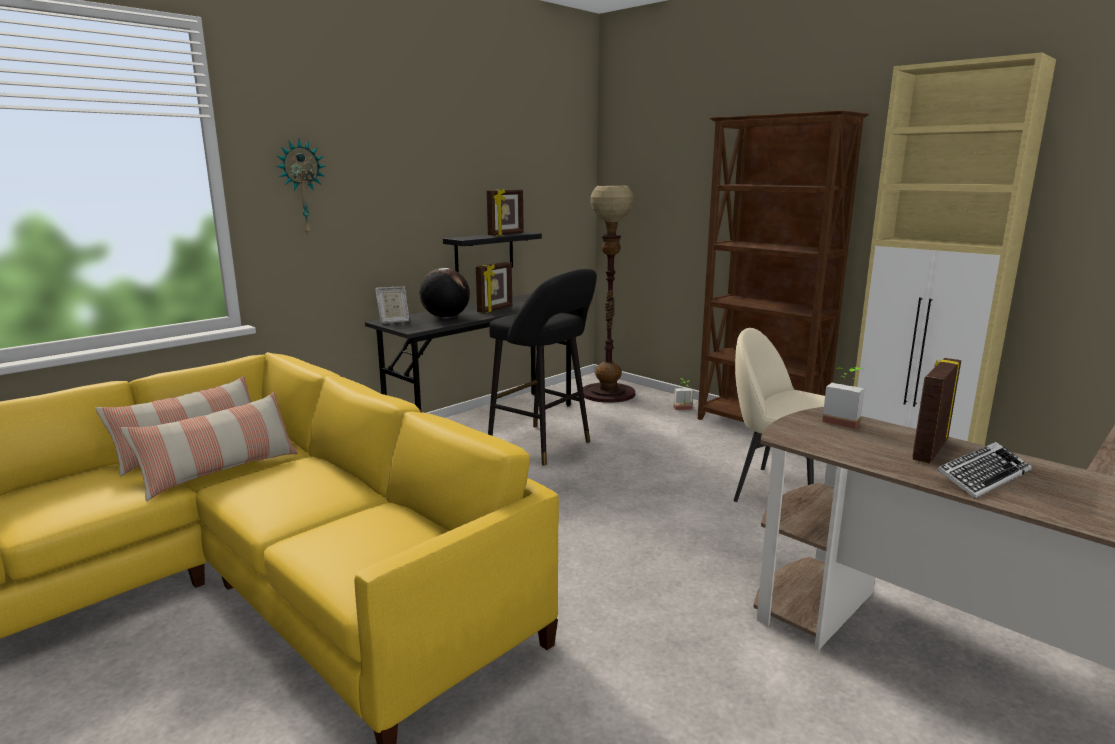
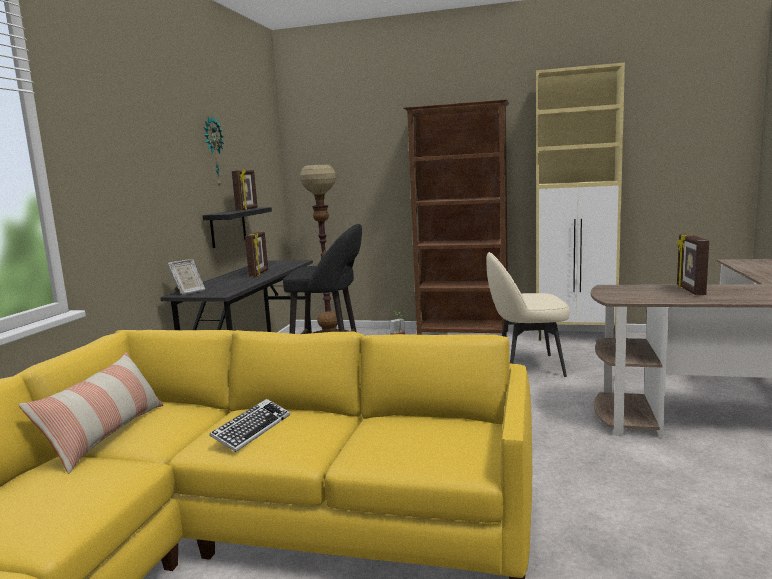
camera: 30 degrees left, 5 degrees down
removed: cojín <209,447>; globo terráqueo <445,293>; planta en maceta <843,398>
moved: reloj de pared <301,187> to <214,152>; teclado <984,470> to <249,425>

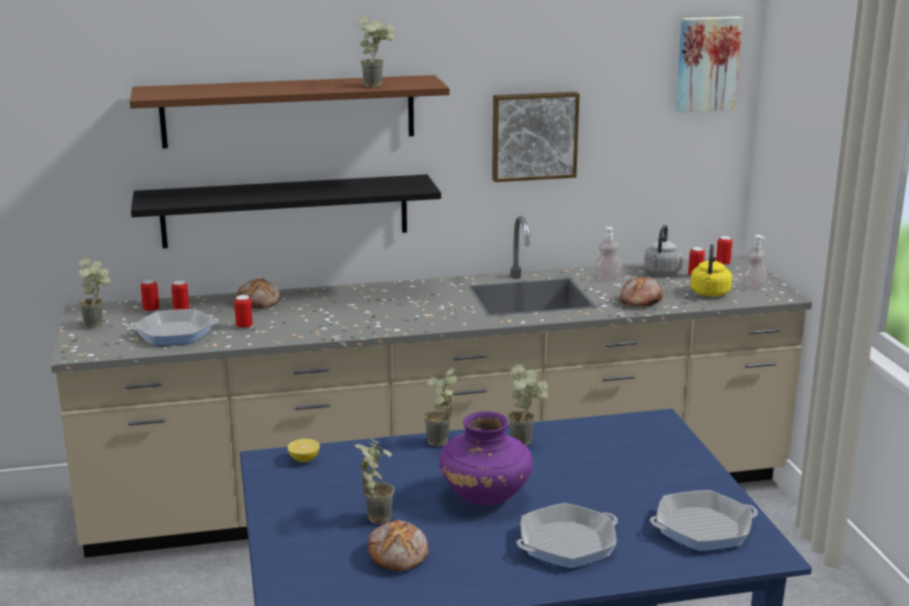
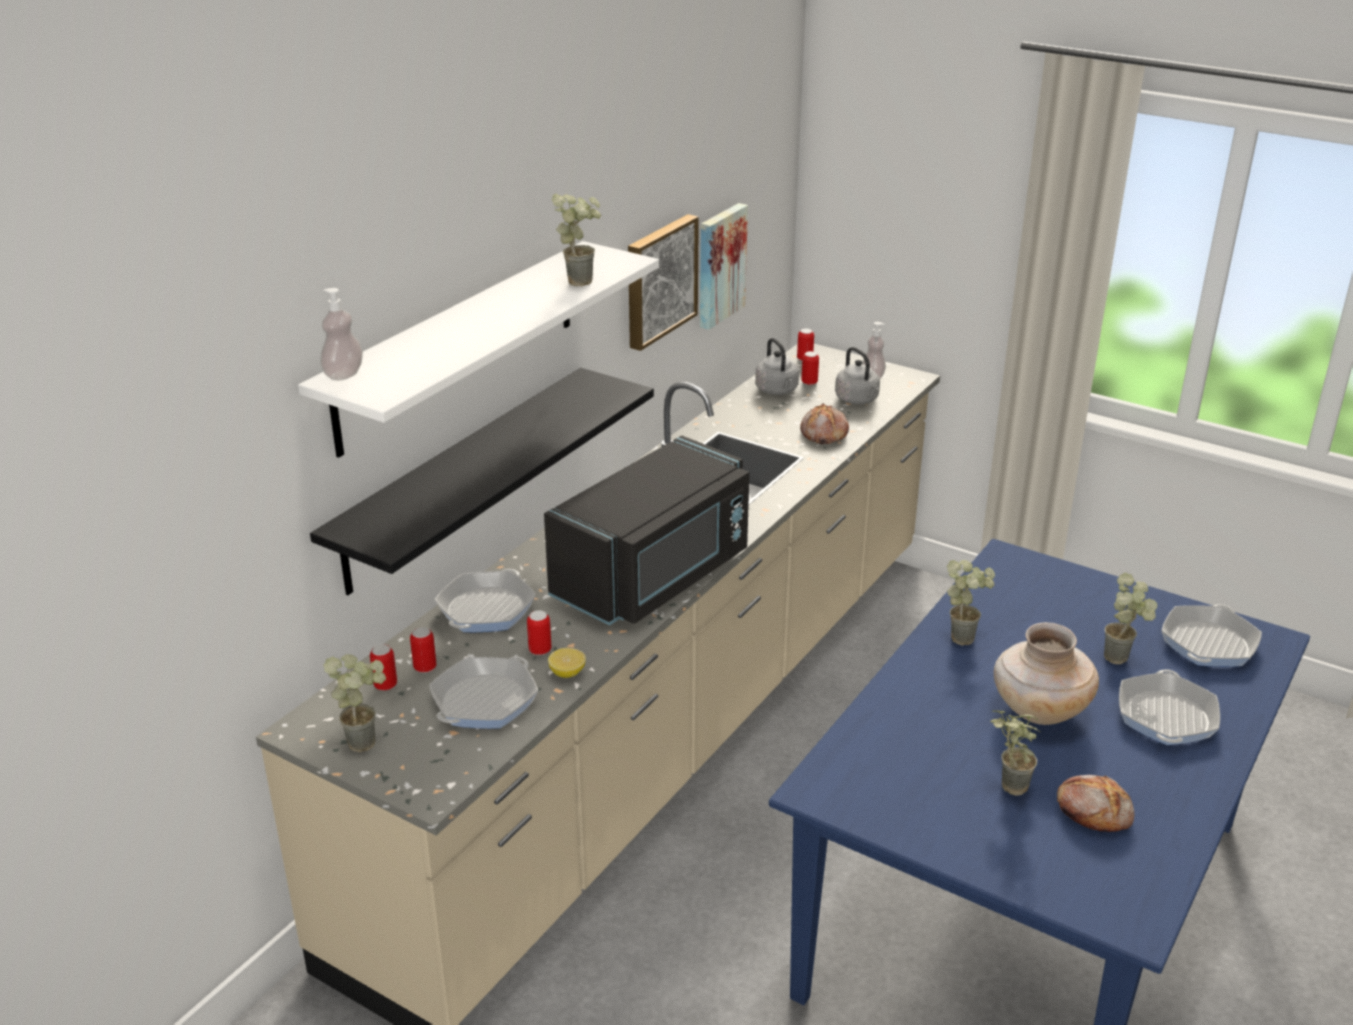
camera: 45 degrees left, 10 degrees up
added: microondas/negro <646,531>
moved: dispensador de jabón <607,253> to <341,334>; limón <304,450> to <567,663>; cuadro <709,64> to <724,266>; planta en maceta <441,406> to <1130,618>
replaced: pan <258,293> to sartén <485,600>
recoloured: estante/marrón <290,111> to estante/blanco <478,349>; hervidor/amarillo <711,270> to hervidor/gris <857,376>; florero/morado <486,458> to florero/beis <1046,673>

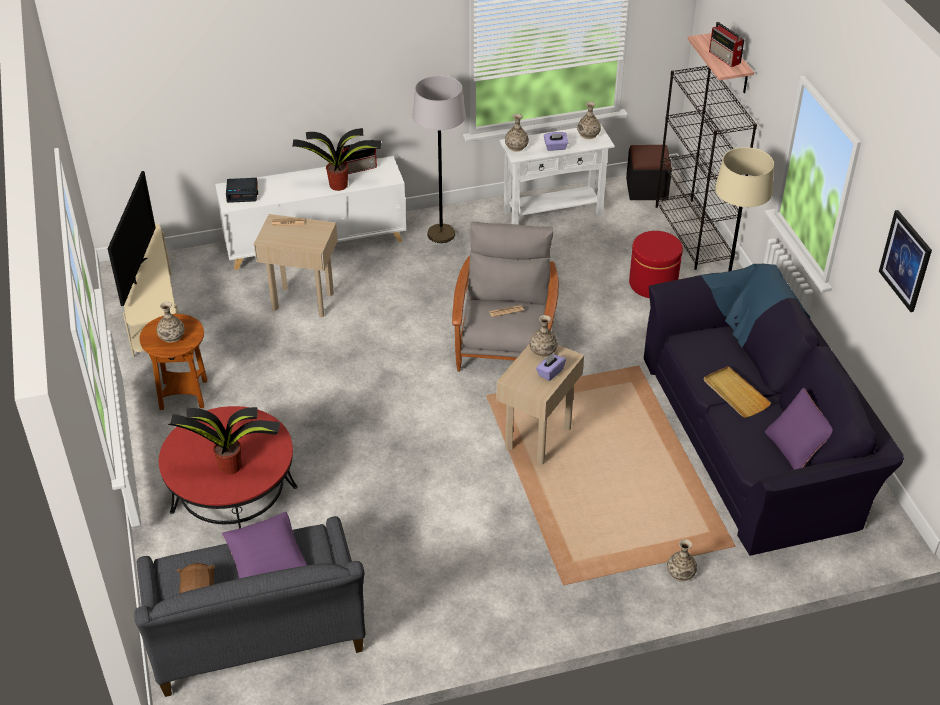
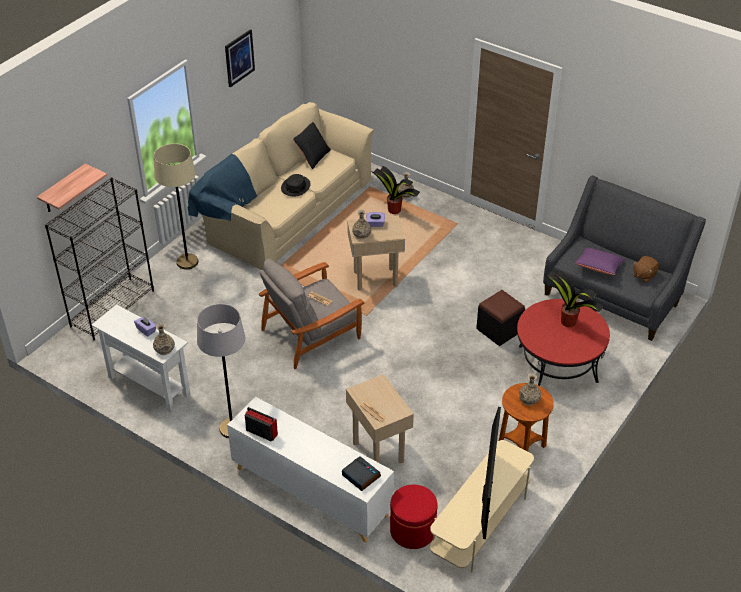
camera: 130 degrees left, 0 degrees up
removed: florero <589,120>; radio <726,44>
moved: planta en maceta <337,159> to <395,190>; puf/rojo <656,264> to <414,517>; puf/negro <649,172> to <500,318>
replaced: bandeja/beis <737,392> to sombrero/negro <296,185>
recoloured: sofá/negro <774,410> to sofá/beis <280,186>; cojín/morado <798,429> to cojín/negro <312,145>
turned: televisor <132,238> = <491,473> 135 degrees clockwise

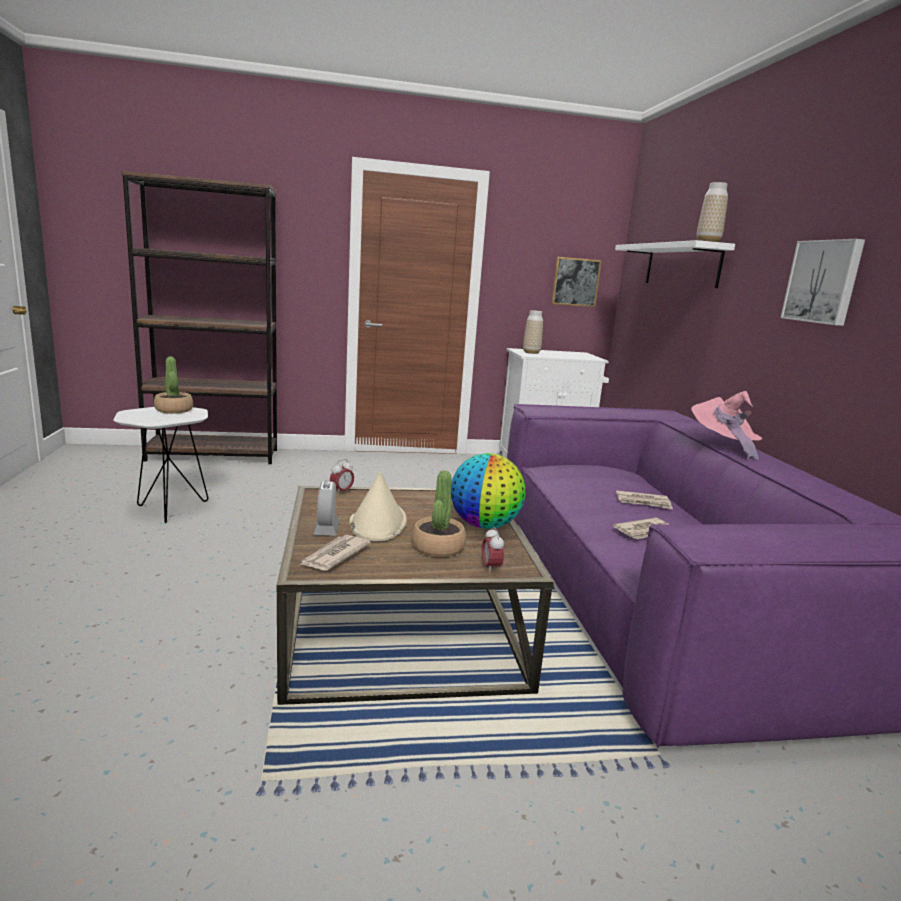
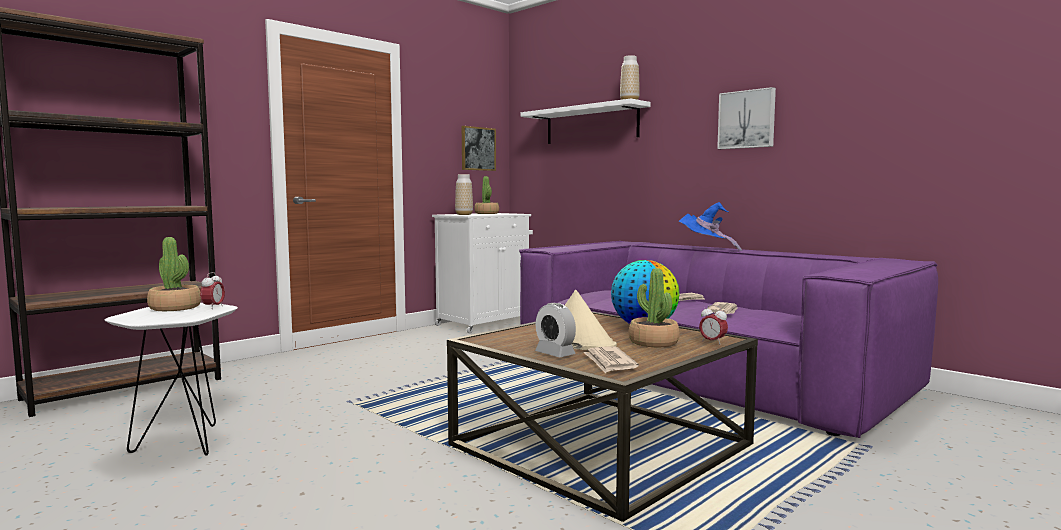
camera: 35 degrees left, 10 degrees down
added: planta en maceta <486,195>
moved: despertador <342,477> to <212,290>
recoloured: sombrero/rosa <726,425> to sombrero/azul <710,226>

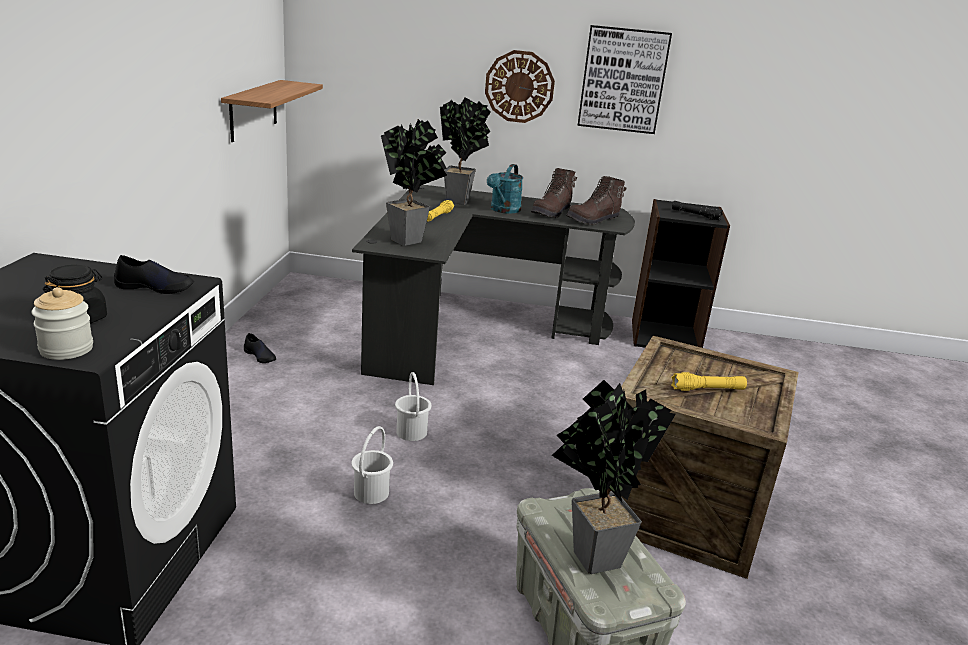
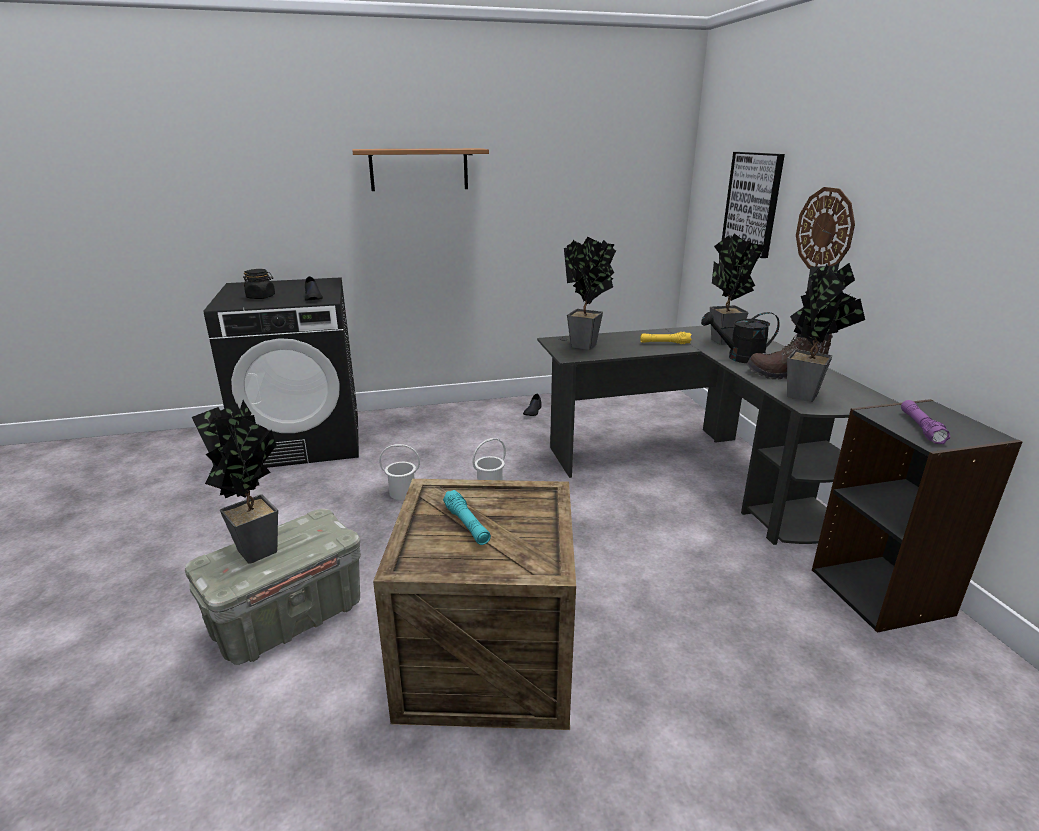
camera: 70 degrees right, 0 degrees up
removed: tarro <62,323>
moved: estante <272,111> to <420,169>; cuadro <624,79> to <753,205>
replaced: bota/marrón <596,200> to planta en maceta <826,332>
recoloured: linterna/amarillo <709,381> to linterna/turquesa <467,517>; regadera/turquesa <505,189> to regadera/negro <740,337>; linterna/negro <697,210> to linterna/morado <926,422>

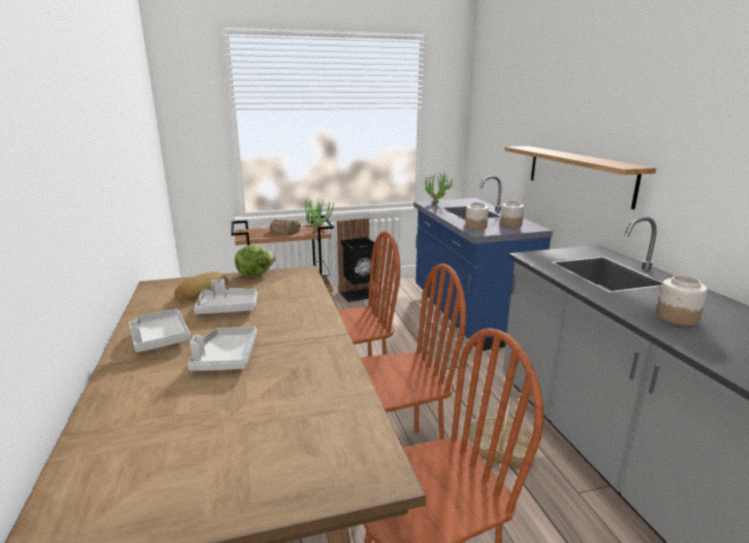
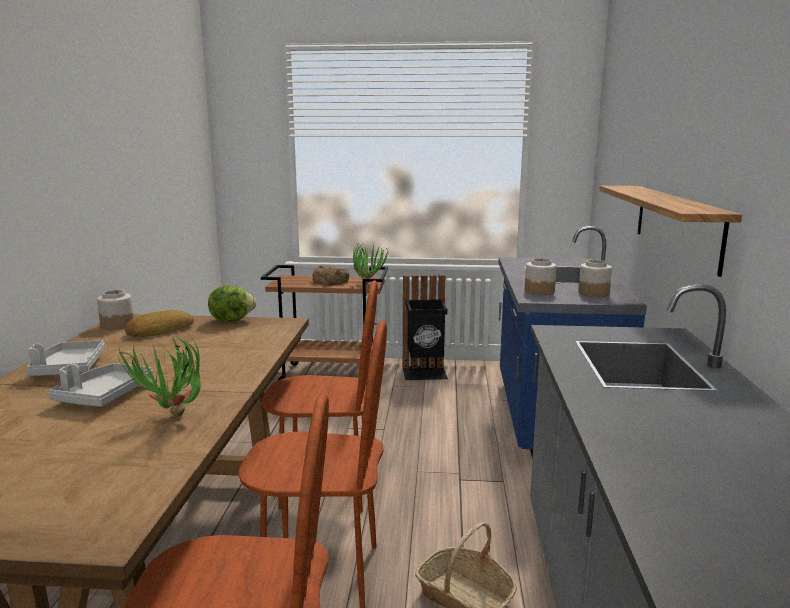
camera: 20 degrees right, 5 degrees down
removed: bandeja/gris <226,296>
moved: tarro <682,300> to <115,310>; planta en maceta <439,187> to <159,376>

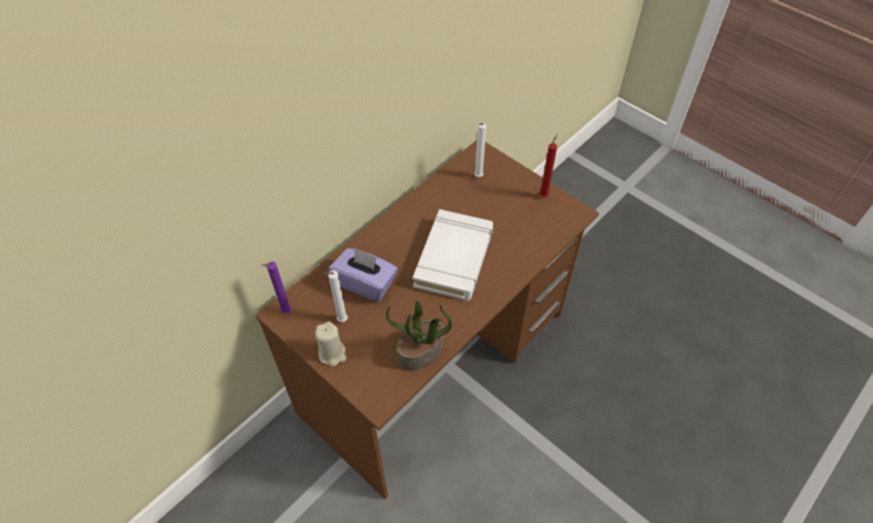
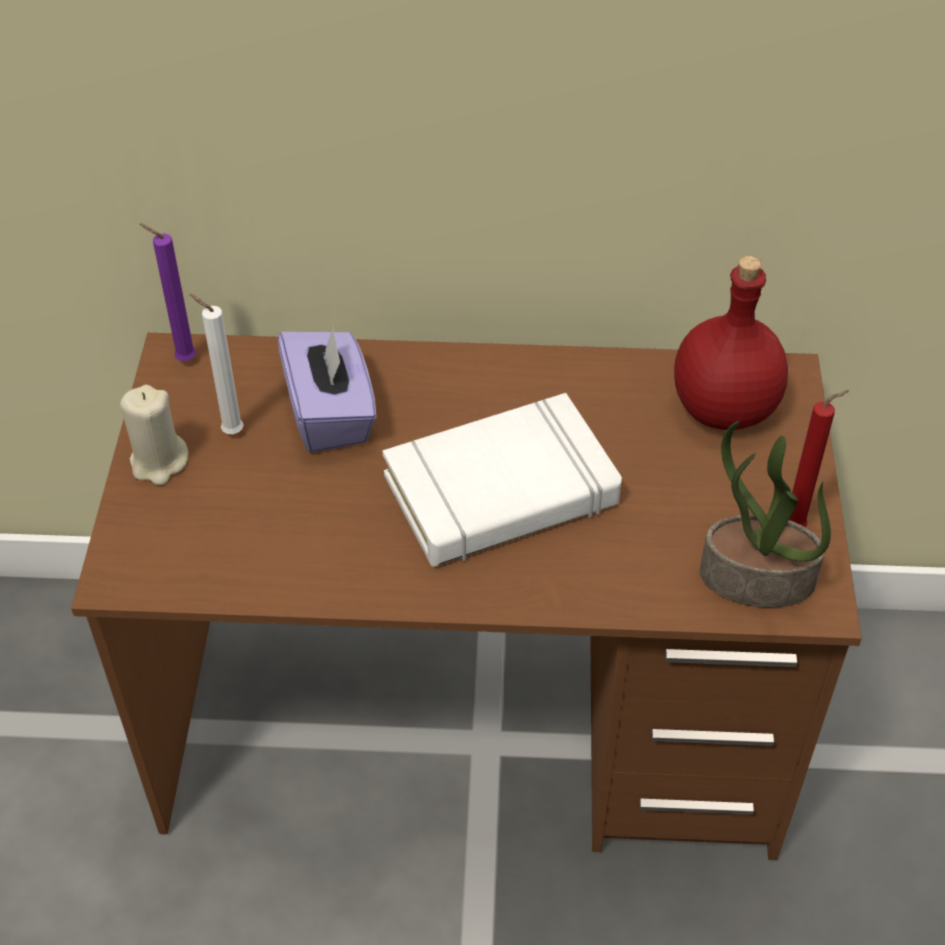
camera: 50 degrees right, 5 degrees down
moved: planta en maceta <419,335> to <765,514>
replaced: vela/blanco <480,150> to botella/rojo <731,343>

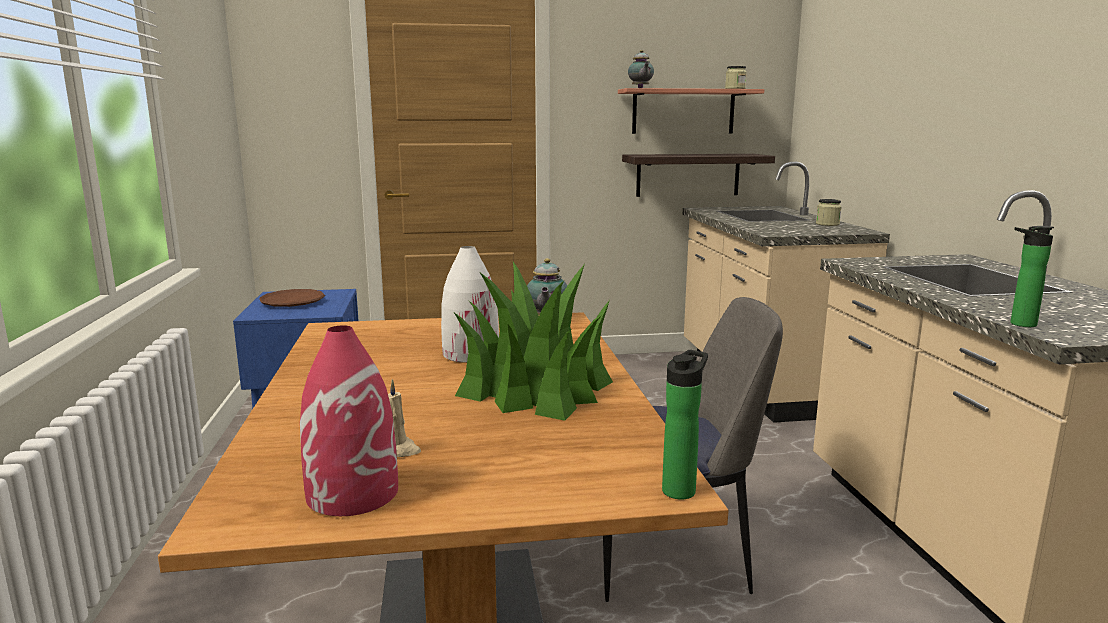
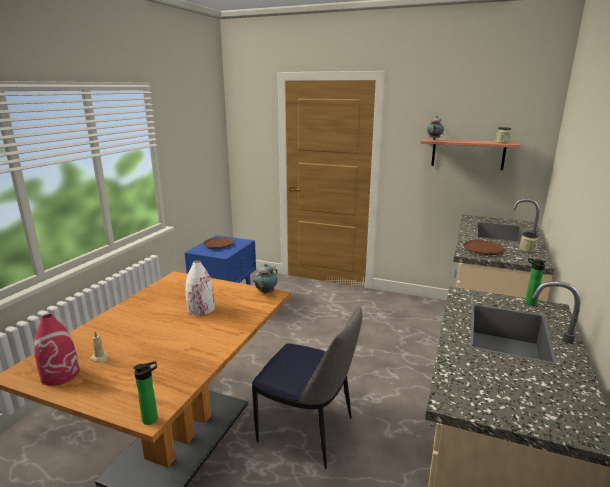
camera: 30 degrees right, 5 degrees up
removed: planta en maceta <533,341>; estante <698,175>
added: plato/marrón <484,247>
moved: botella <1032,276> to <535,282>

